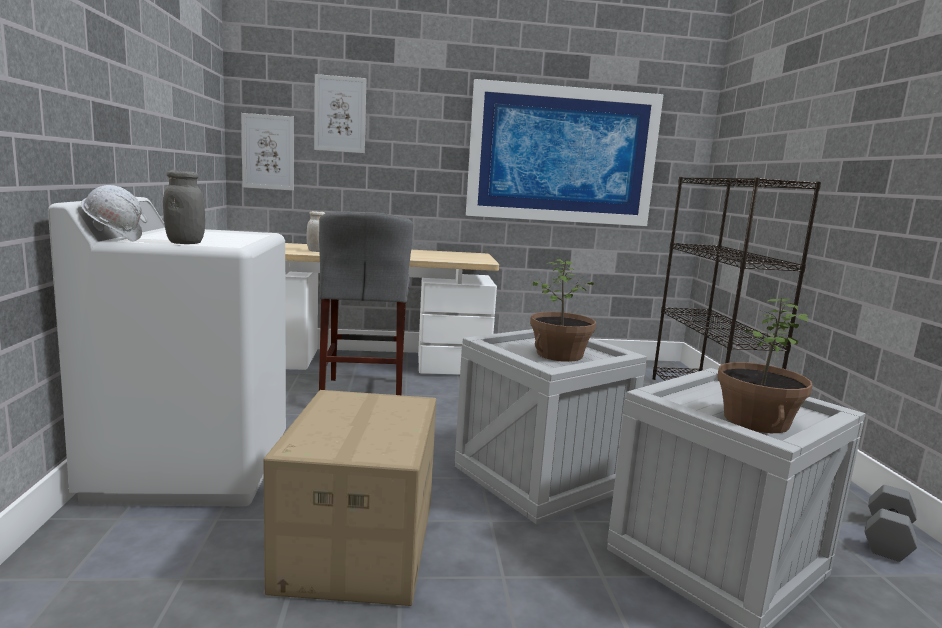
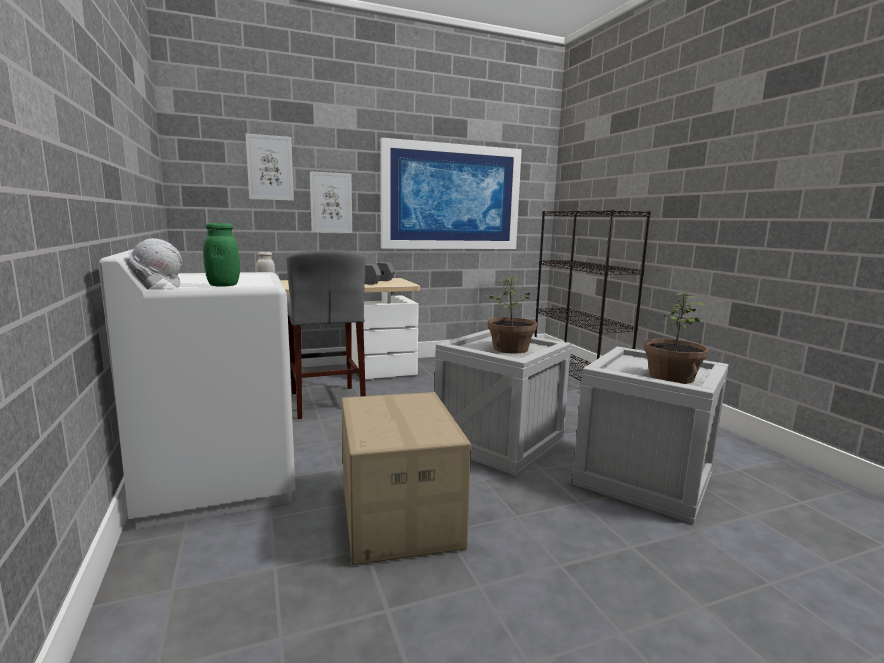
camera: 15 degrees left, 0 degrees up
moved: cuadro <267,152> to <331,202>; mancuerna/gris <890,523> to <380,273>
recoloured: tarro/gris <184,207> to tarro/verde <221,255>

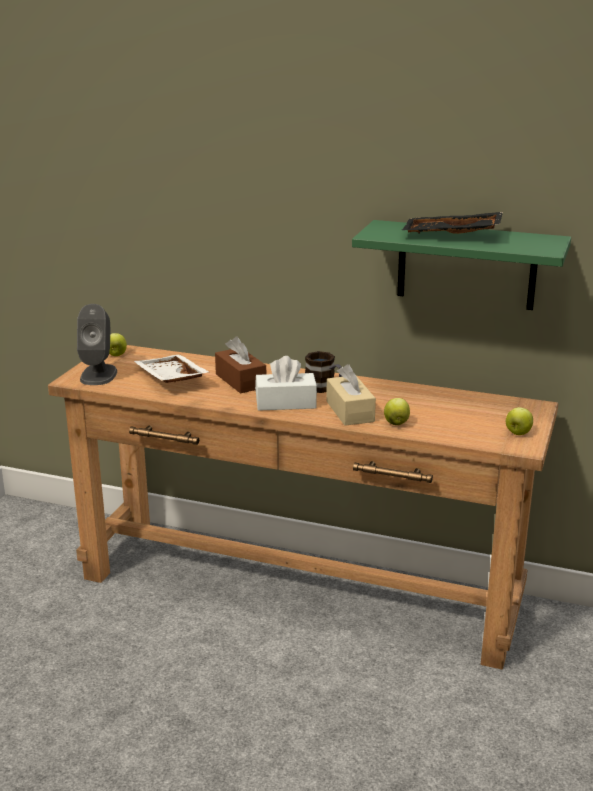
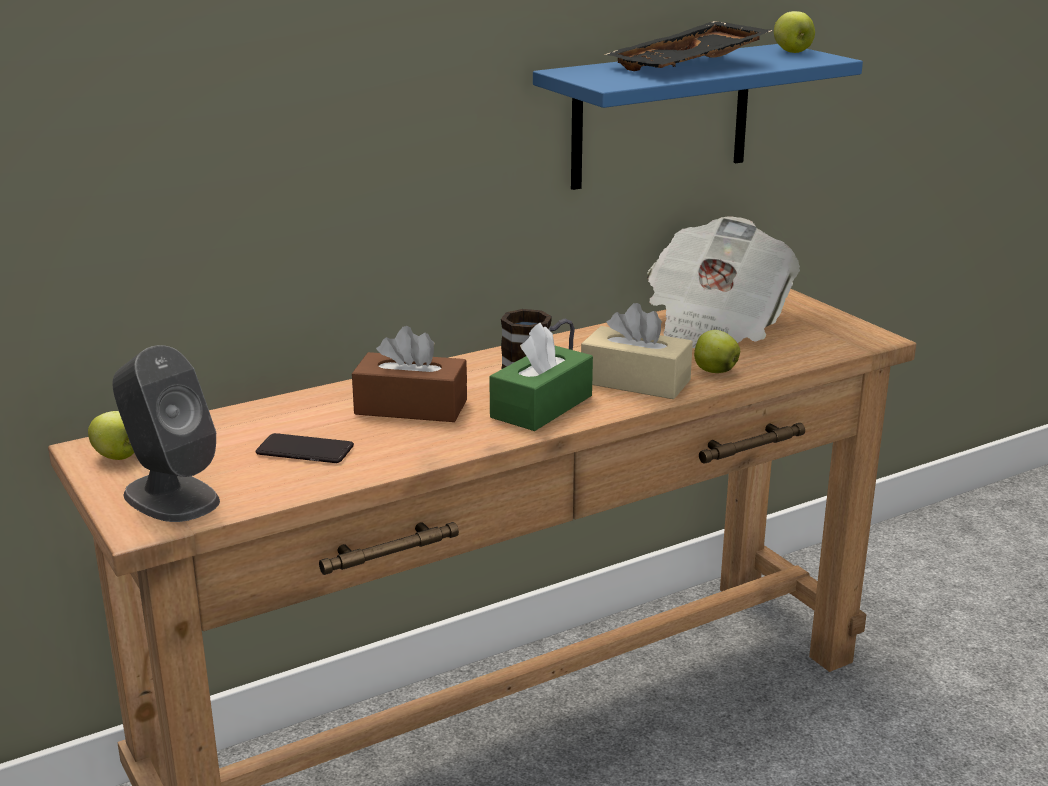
camera: 50 degrees left, 0 degrees up
added: periódico <723,282>
moved: manzana <519,421> to <794,32>
replaced: bandeja/blanco <171,368> to móvil <305,448>
recoloured: caja de pañuelos/blanco <286,383> to caja de pañuelos/verde <541,377>; estante/verde <461,265> to estante/azul <698,117>

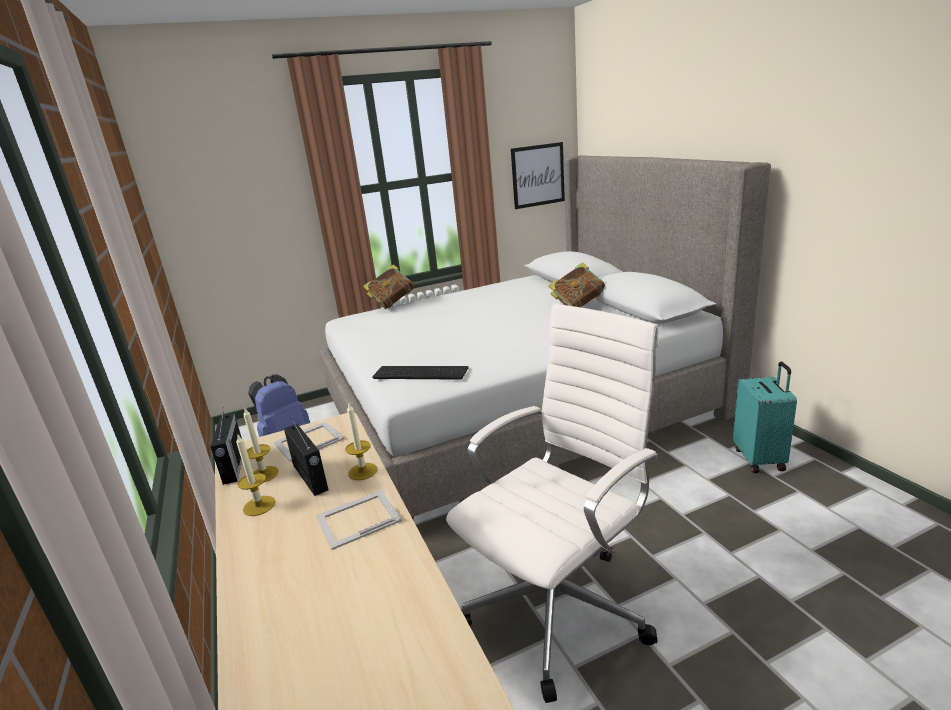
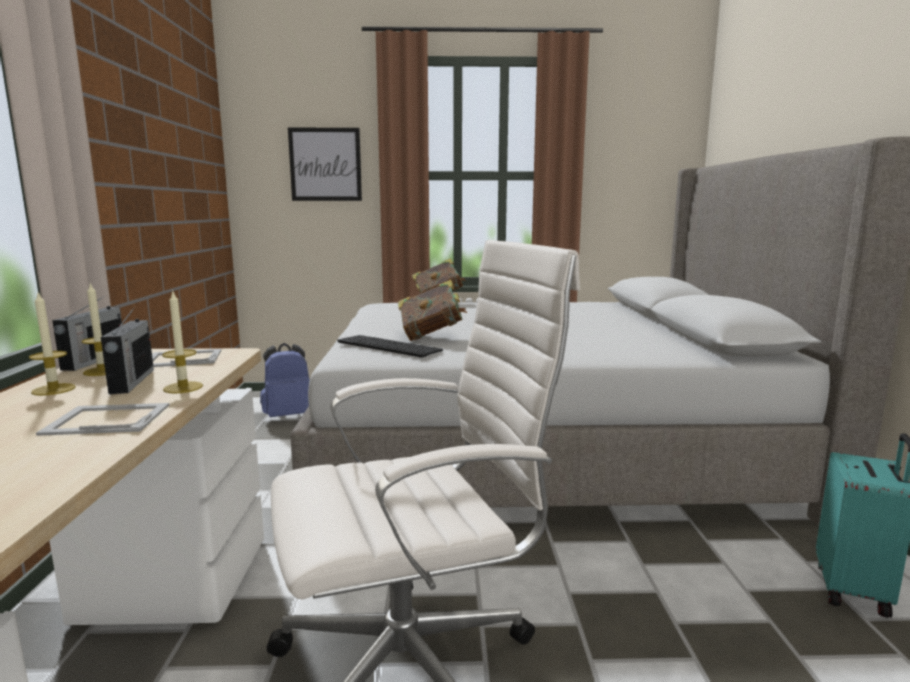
camera: 20 degrees right, 10 degrees down
moved: cuadro <538,175> to <325,164>; libro <577,285> to <432,310>

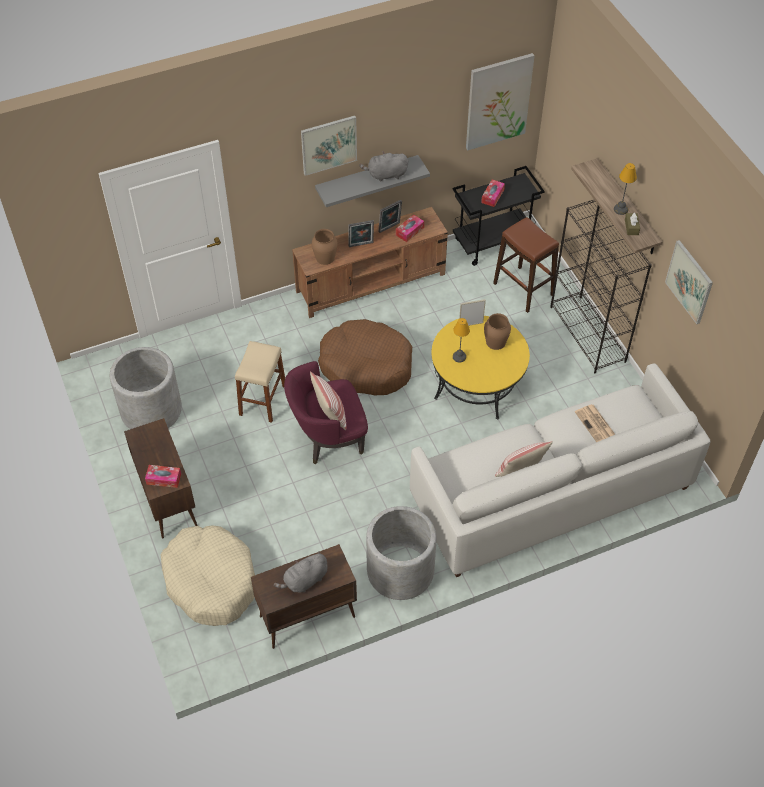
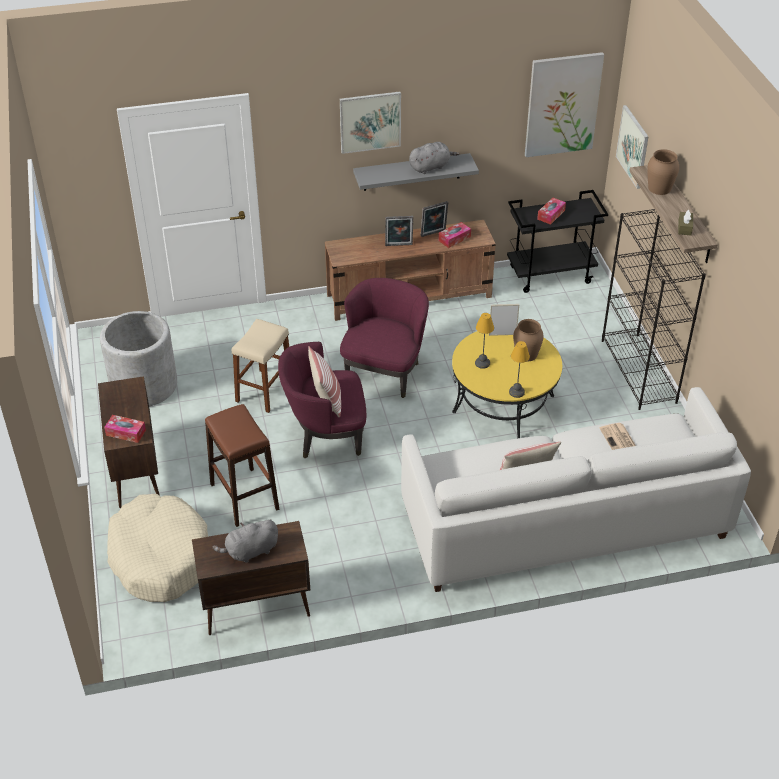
camera: 10 degrees right, 10 degrees down
removed: maceta/gris <401,553>
moved: taburete/marrón <526,265> to <242,465>; lámpara de mesa <625,189> to <519,369>; cuadro <689,282> to <632,147>; florero/marrón <324,247> to <663,172>
replaced: cama para perro/marrón <365,357> to sillón/morado <384,338>
turned: peluche/gris <383,166> = <434,158> 150 degrees clockwise

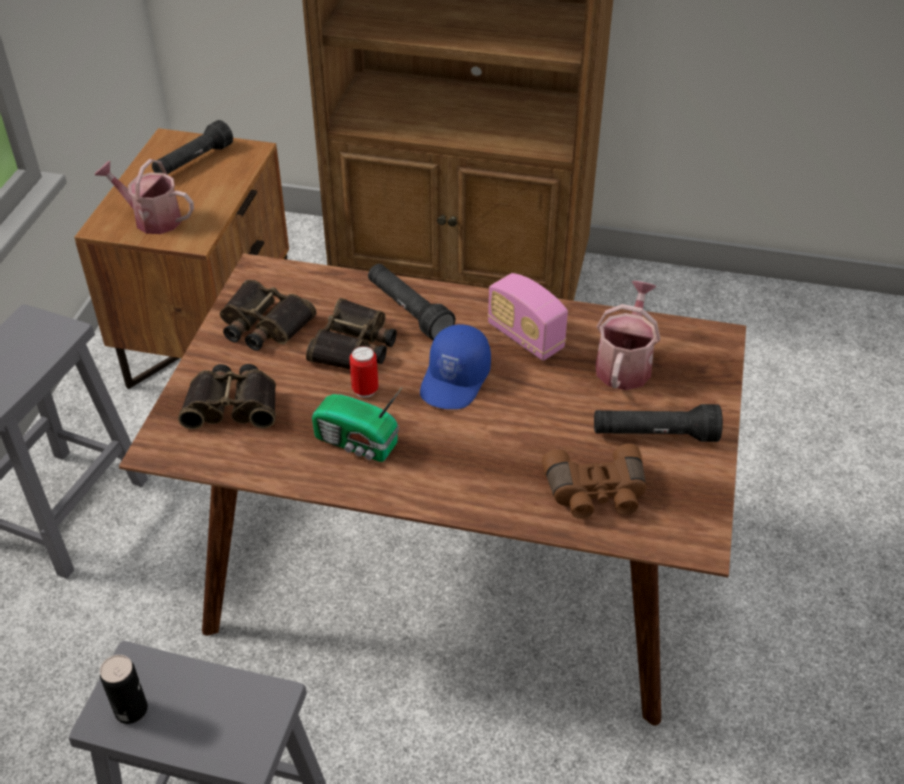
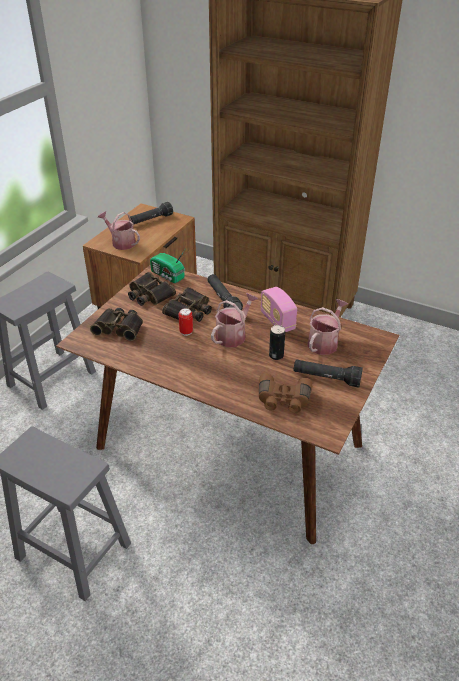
camera: 15 degrees right, 5 degrees down
moved: radio <357,425> to <167,266>; lata <124,689> to <277,342>
replaced: gorra/azul <455,366> to regadera <234,320>

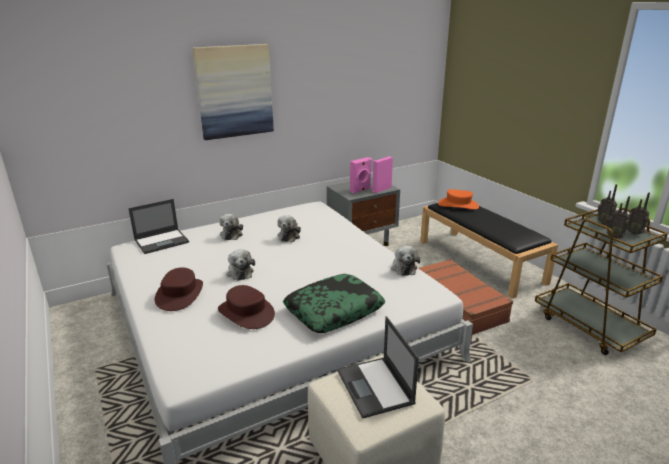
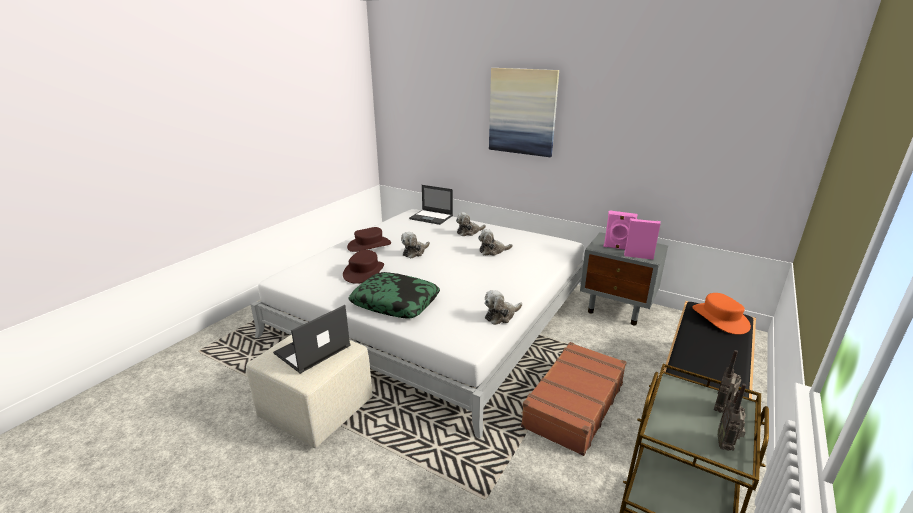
camera: 60 degrees right, 0 degrees up
removed: radio <618,217>

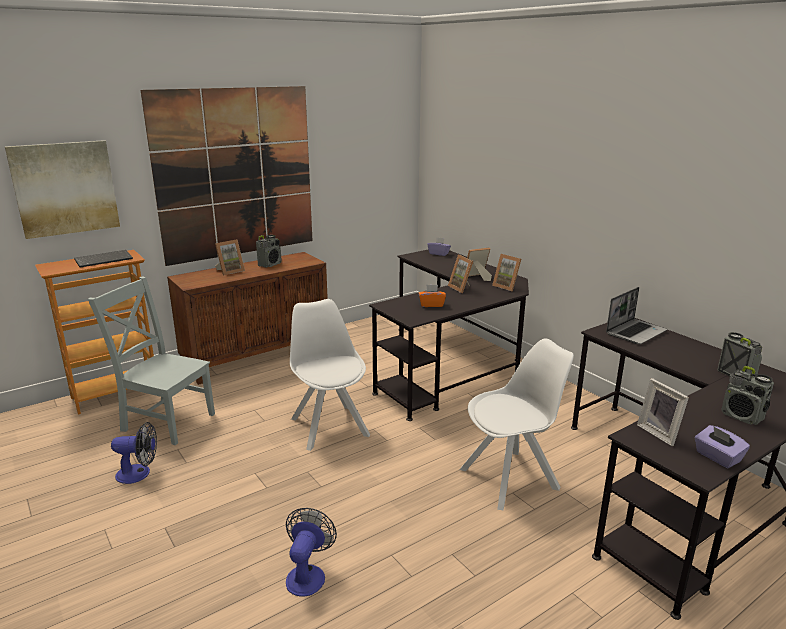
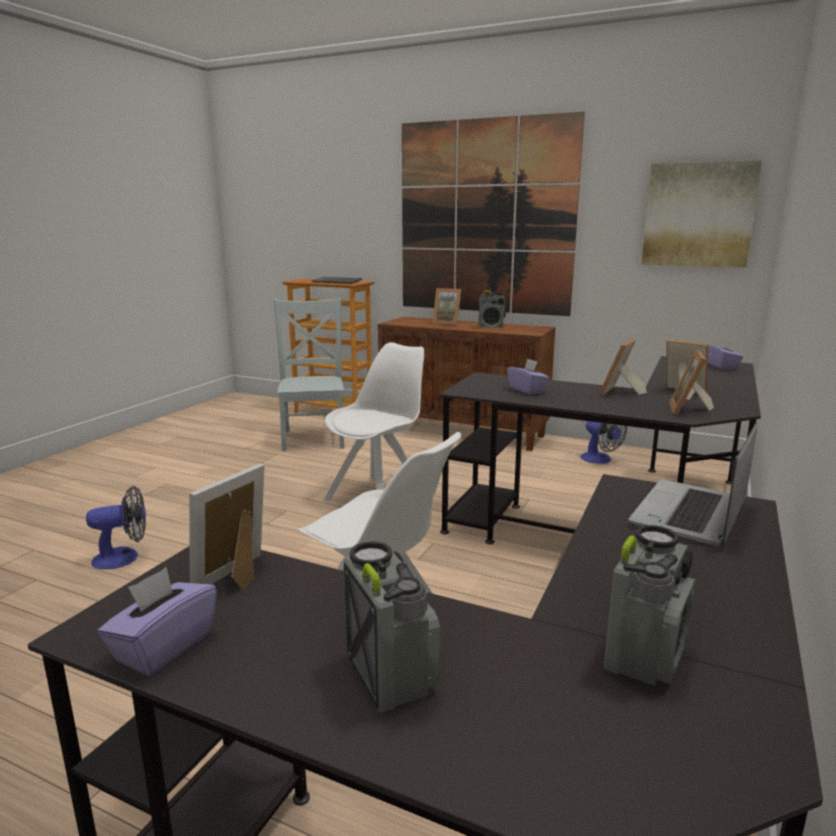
camera: 60 degrees right, 5 degrees down
moved: ventilador <134,453> to <604,442>; cuadro <62,189> to <702,214>
recoloured: caja de pañuelos/naranja <432,296> to caja de pañuelos/morado <528,376>
turned: radio <747,395> = <392,627> 135 degrees clockwise; portátil <636,315> = <692,485> 105 degrees clockwise

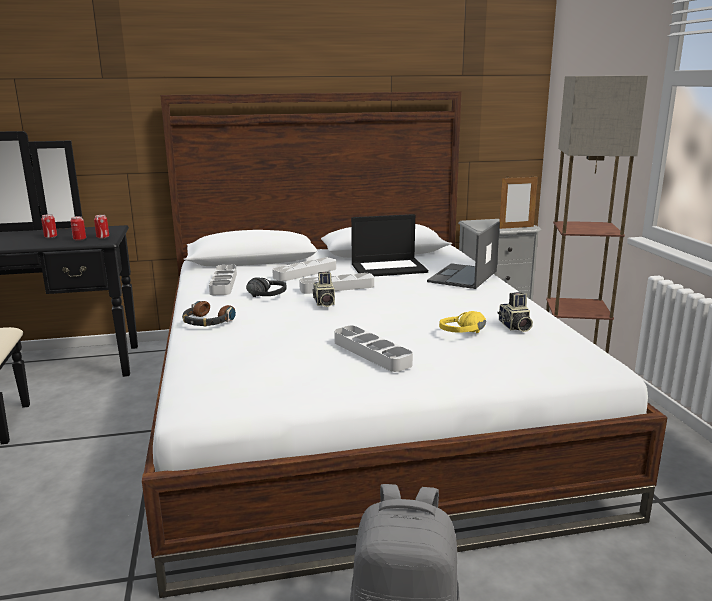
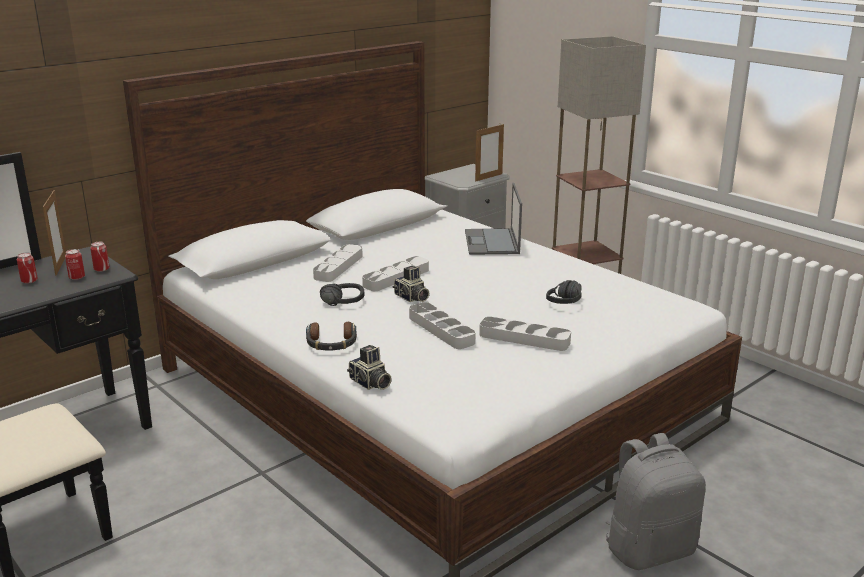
camera: 30 degrees left, 5 degrees up
removed: portátil <389,245>
added: portarretratos <54,233>
moved: cámara <515,312> to <369,367>; bandeja/gris <223,280> to <442,325>
recoloured: auriculares/amarillo <462,322> to auriculares/negro <564,292>

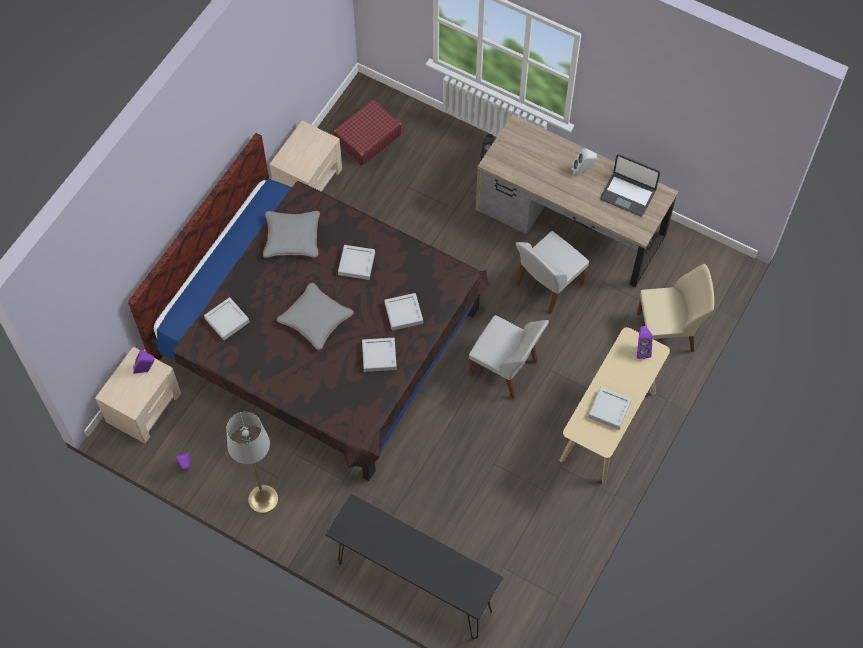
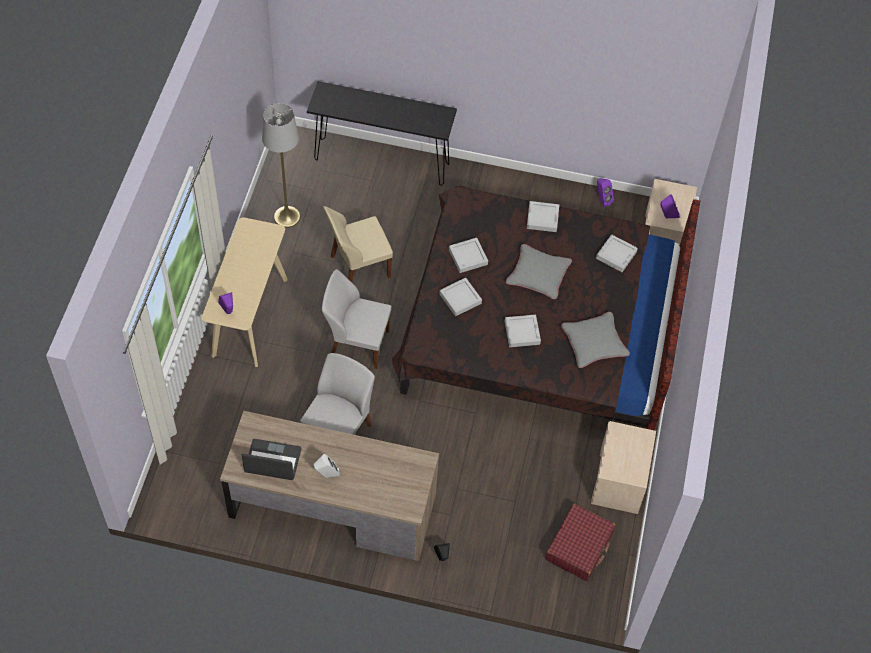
camera: 160 degrees right, 5 degrees down
moved: lámpara de pie/gris <252,463> to <281,165>; silla/beis <675,308> to <358,244>; bandeja/gris <610,408> to <543,216>

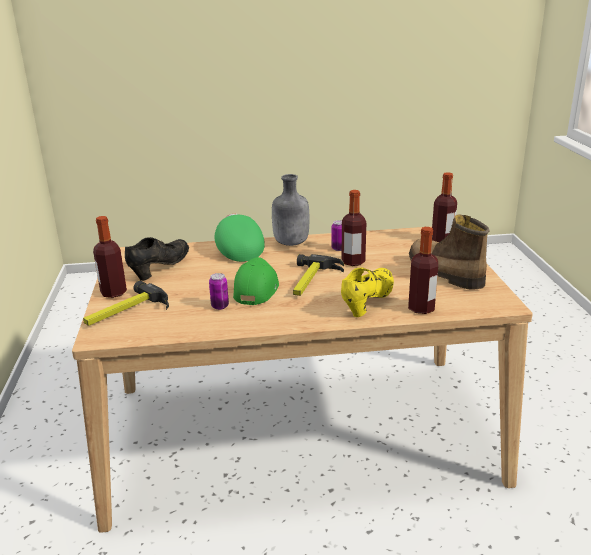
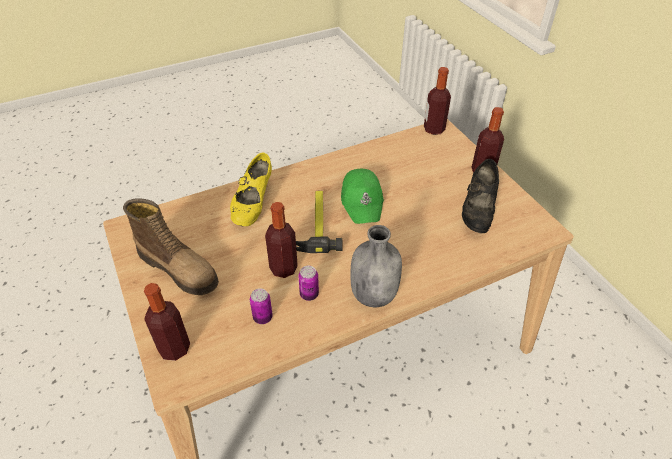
camera: 160 degrees right, 20 degrees up
removed: martillo <126,303>; gorra/verde <239,237>
moved: lata <219,291> to <261,306>; botella <423,270> to <437,101>

